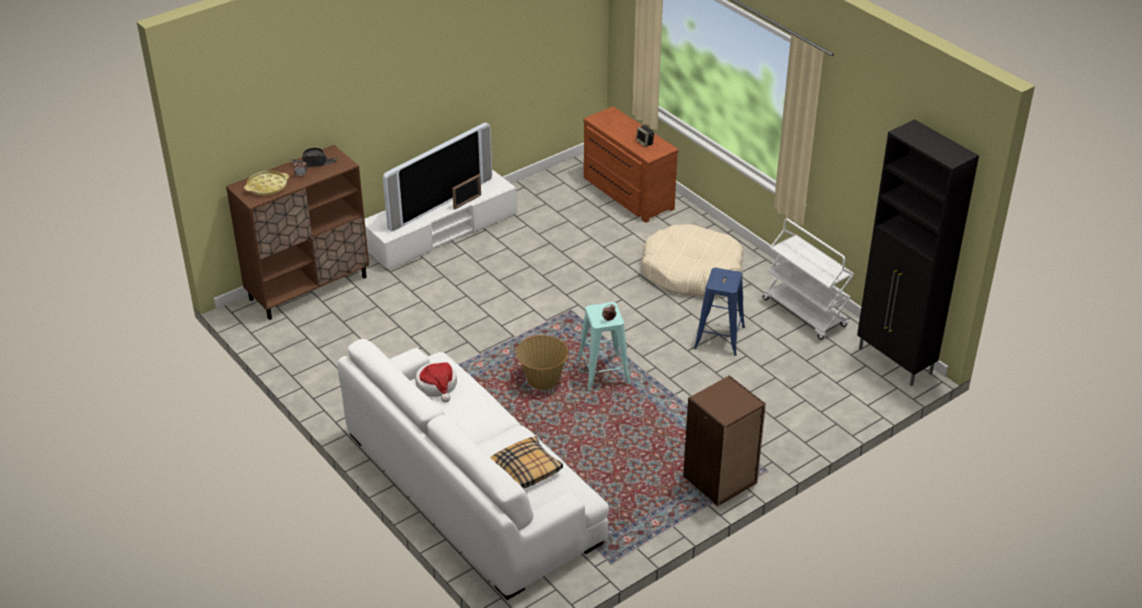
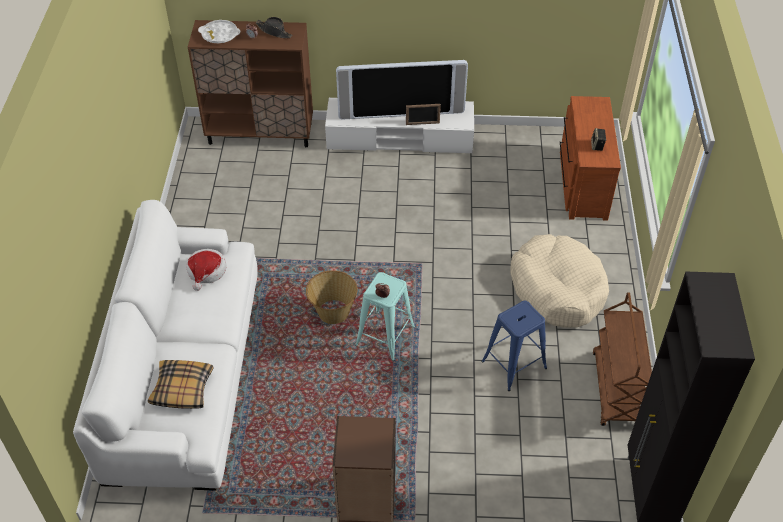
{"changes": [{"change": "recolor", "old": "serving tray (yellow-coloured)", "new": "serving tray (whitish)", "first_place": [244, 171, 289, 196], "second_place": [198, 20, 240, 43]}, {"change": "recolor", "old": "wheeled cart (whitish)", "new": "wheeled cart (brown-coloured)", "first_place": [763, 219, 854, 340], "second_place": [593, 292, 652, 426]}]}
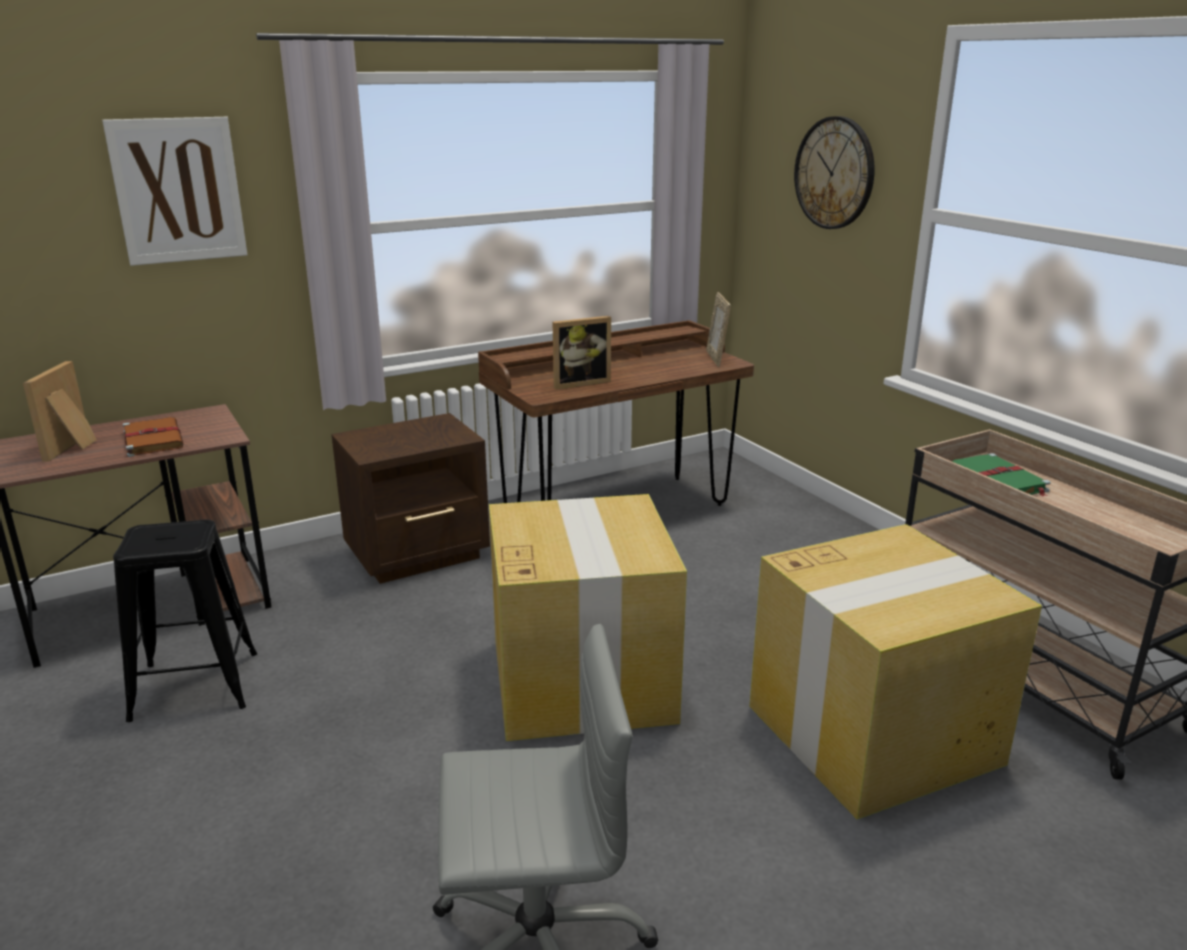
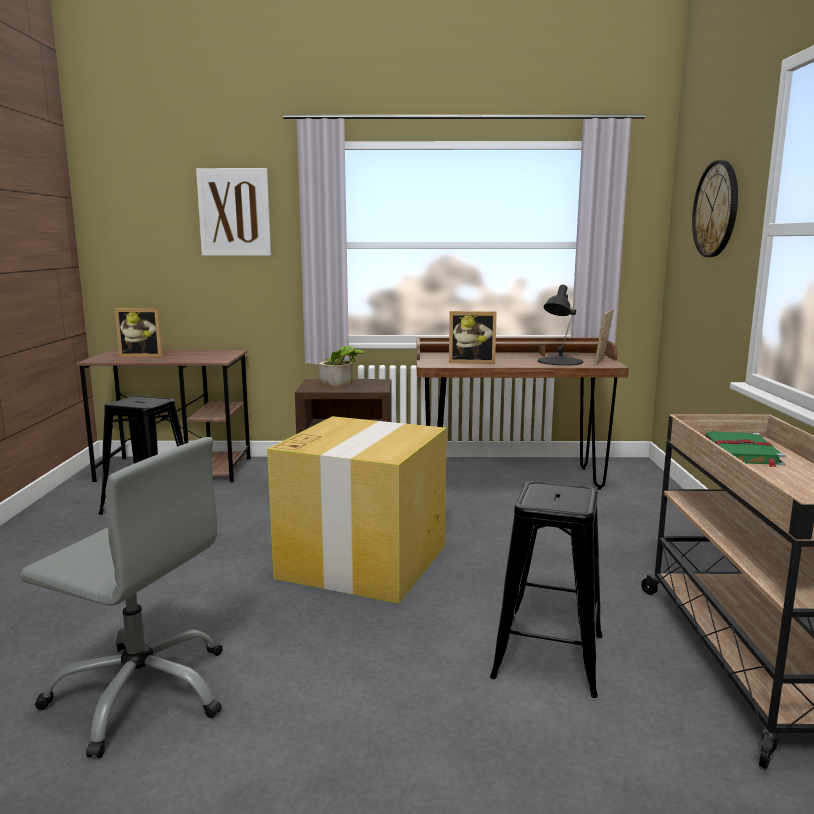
{"changes": [{"change": "delete", "old": "book (brown-coloured)", "first_place": [123, 417, 183, 457]}, {"change": "insert", "new": "houseplant", "second_place": [319, 345, 366, 387]}, {"change": "insert", "new": "lamp for a table (black)", "second_place": [538, 285, 583, 366]}, {"change": "replace", "old": "carton", "new": "sitting stool (black)", "first_place": [749, 524, 1042, 819], "second_place": [490, 481, 602, 698]}, {"change": "rotate", "old": "photo frame", "first_place": [23, 361, 97, 462], "second_place": [115, 308, 163, 357], "degrees": -120}]}
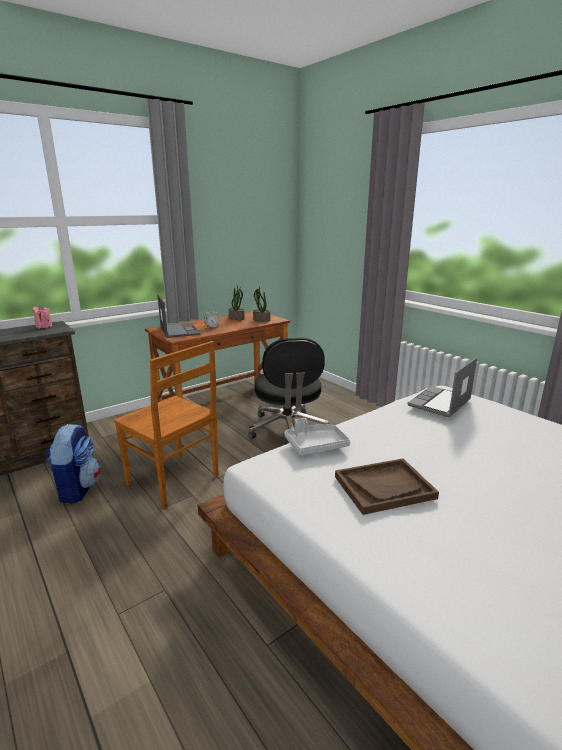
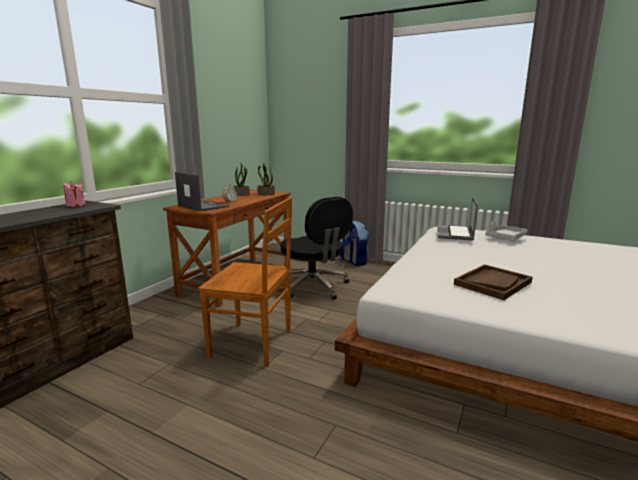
{"changes": [{"change": "move", "old": "backpack", "first_place": [45, 424, 101, 504], "second_place": [340, 221, 369, 266]}, {"change": "move", "old": "serving tray (gray)", "first_place": [284, 418, 350, 456], "second_place": [485, 222, 527, 241]}]}
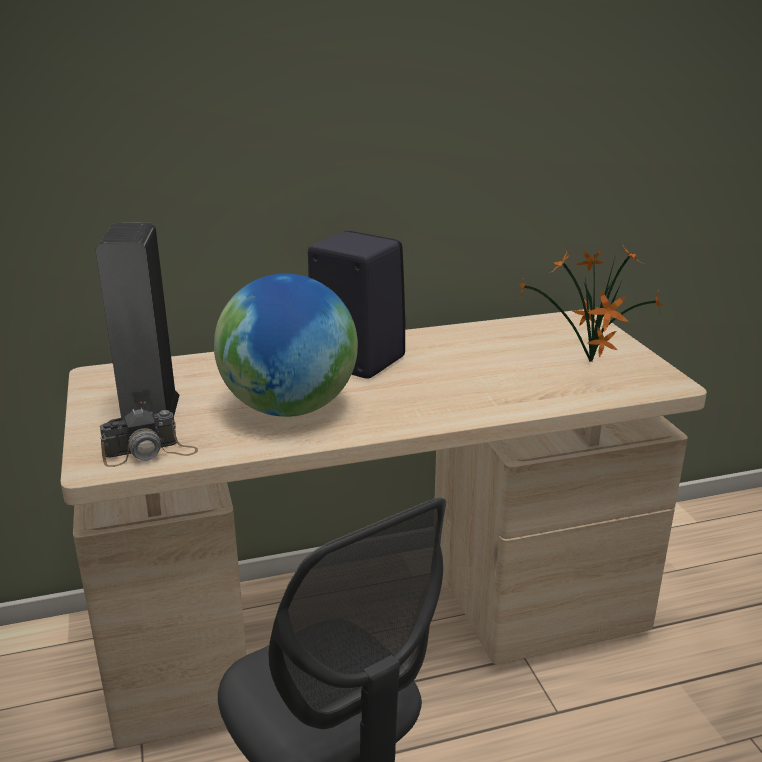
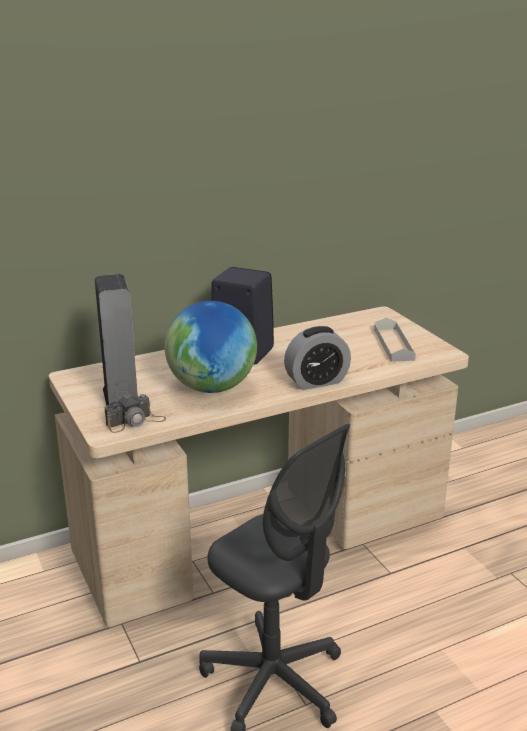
{"changes": [{"change": "insert", "new": "table clock", "second_place": [284, 326, 351, 390]}, {"change": "replace", "old": "houseplant", "new": "serving tray (gray)", "first_place": [519, 245, 663, 362], "second_place": [374, 318, 416, 362]}]}
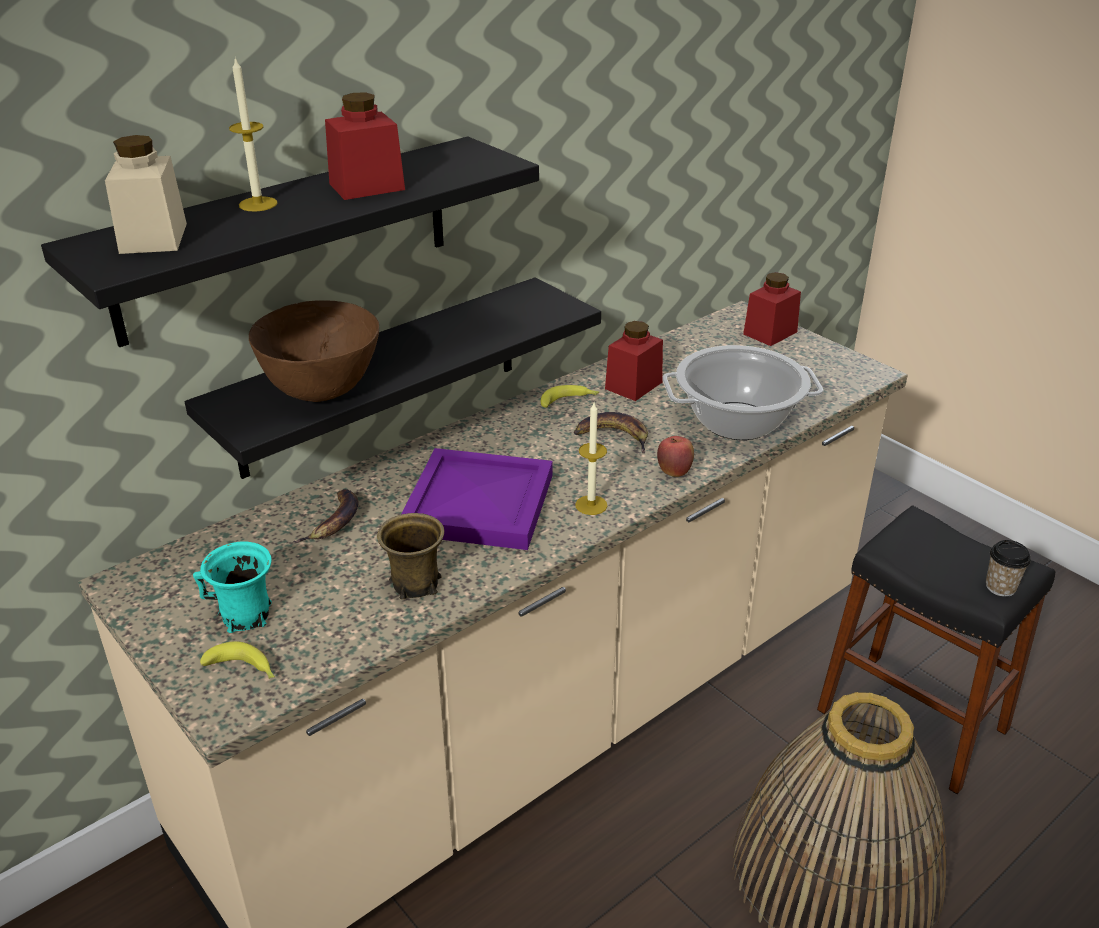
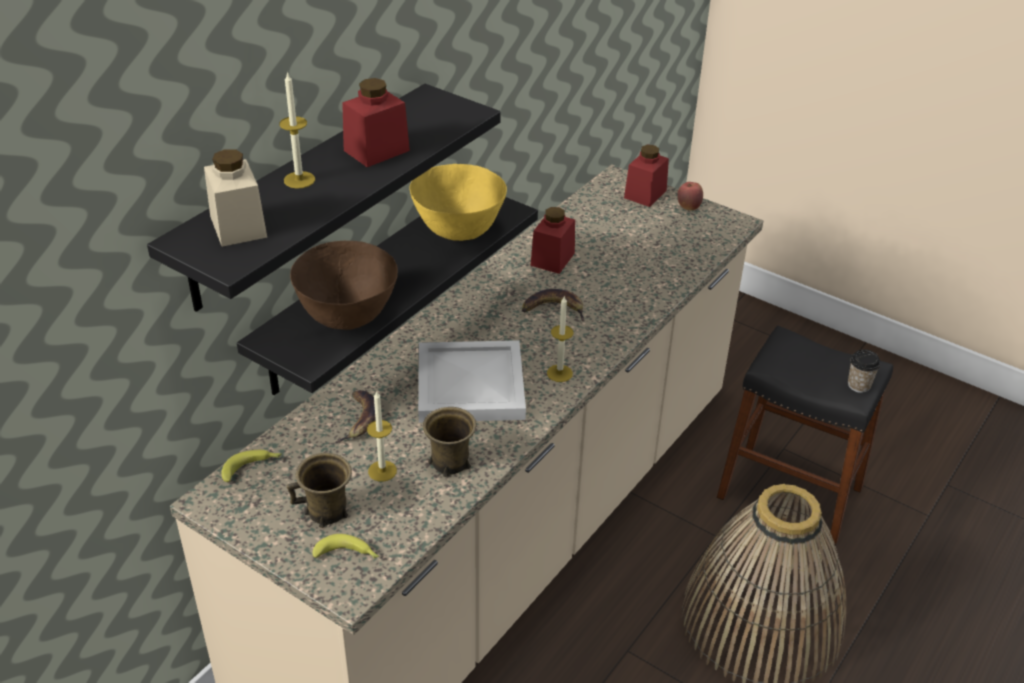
{"changes": [{"change": "delete", "old": "stockpot", "first_place": [662, 345, 823, 440]}, {"change": "insert", "new": "wax candle", "second_place": [367, 390, 397, 482]}, {"change": "insert", "new": "serving bowl (yellow-coloured)", "second_place": [409, 164, 507, 241]}, {"change": "move", "old": "whole banana", "first_place": [541, 385, 599, 408], "second_place": [222, 450, 281, 482]}, {"change": "move", "old": "apple", "first_place": [657, 436, 694, 477], "second_place": [677, 182, 703, 210]}, {"change": "recolor", "old": "coffee mug (blue-green)", "new": "coffee mug (brown-coloured)", "first_place": [193, 542, 272, 633], "second_place": [287, 453, 352, 528]}, {"change": "recolor", "old": "serving tray (purple-coloured)", "new": "serving tray (whitish)", "first_place": [401, 448, 553, 550], "second_place": [418, 340, 526, 422]}]}
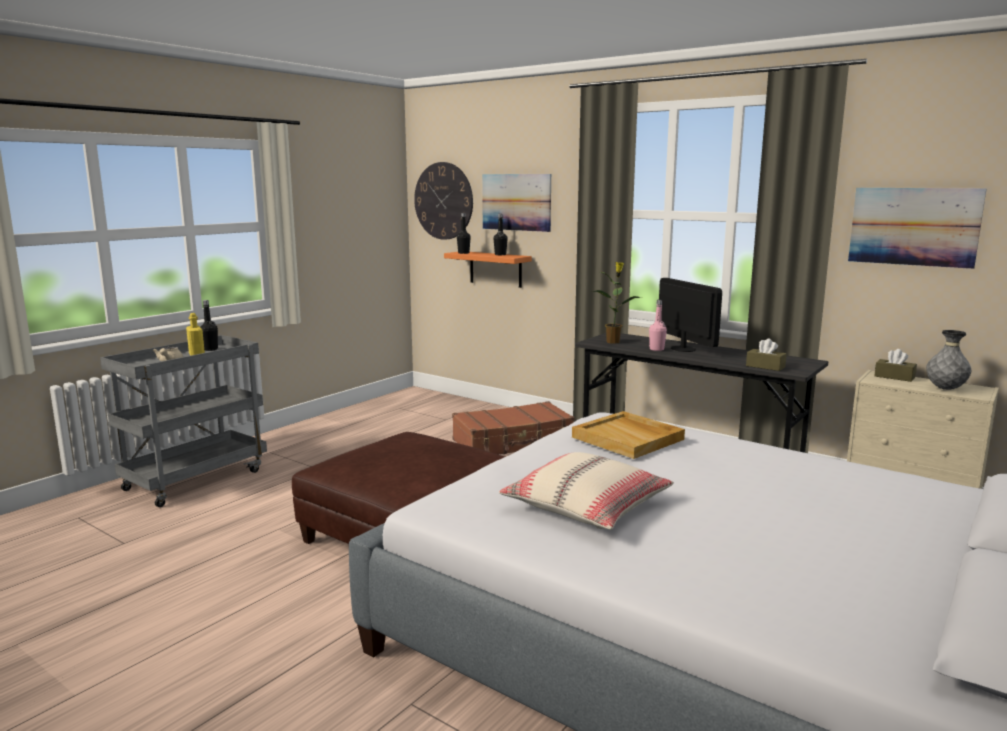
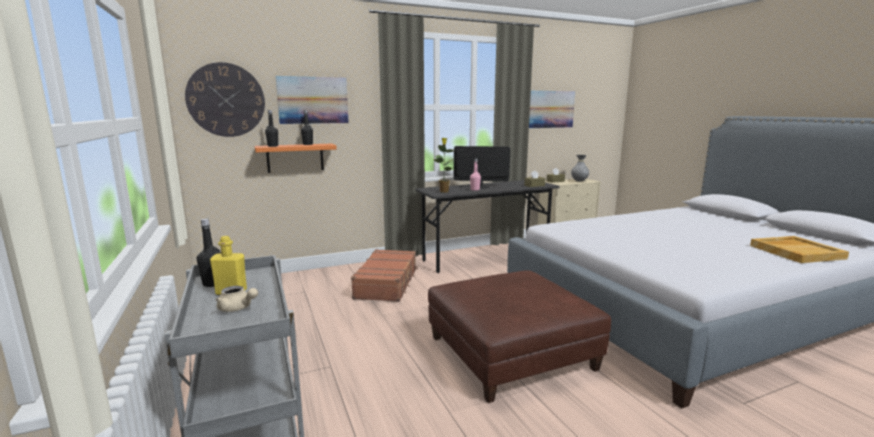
{"changes": [{"change": "delete", "old": "cushion (sand-coloured)", "first_place": [499, 452, 674, 530]}, {"change": "move", "old": "serving tray (sand-coloured)", "first_place": [572, 411, 685, 459], "second_place": [750, 236, 849, 263]}]}
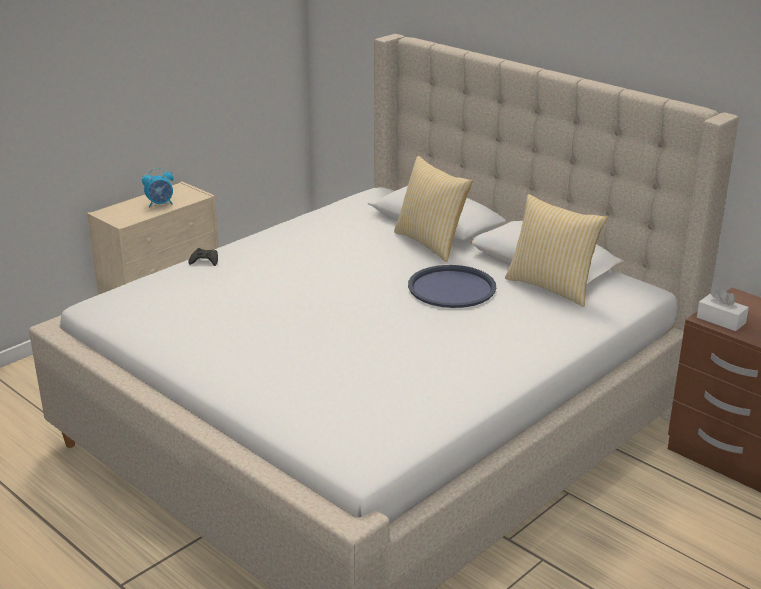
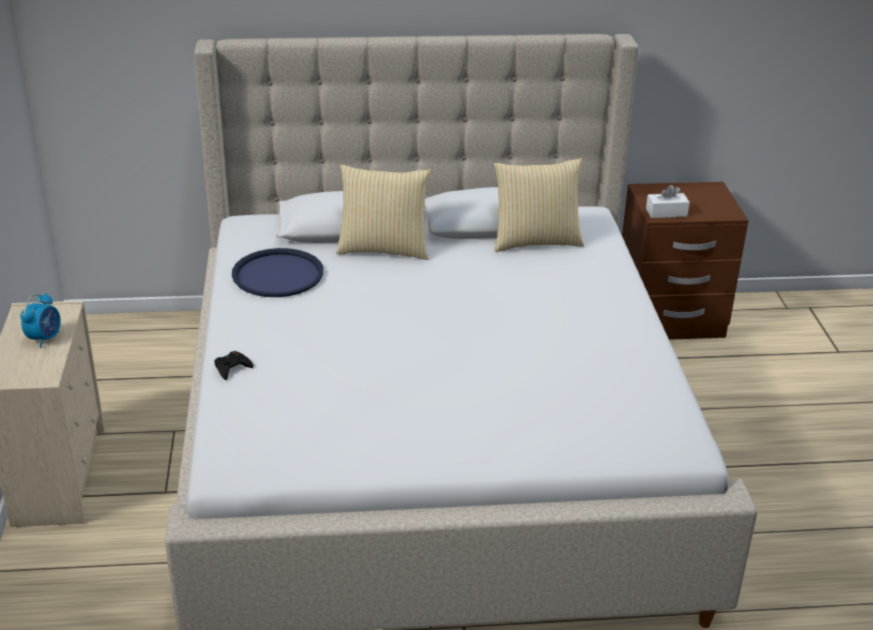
{"changes": [{"change": "move", "old": "serving tray (blue)", "first_place": [408, 265, 496, 308], "second_place": [232, 248, 324, 297]}]}
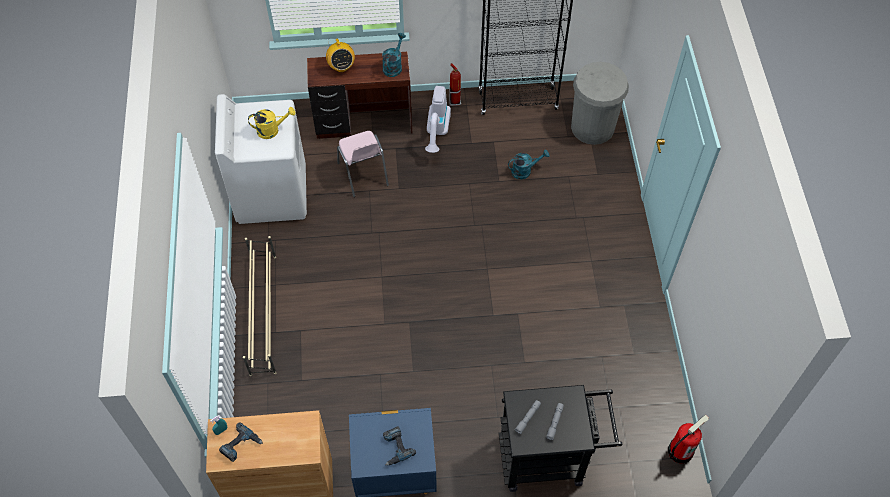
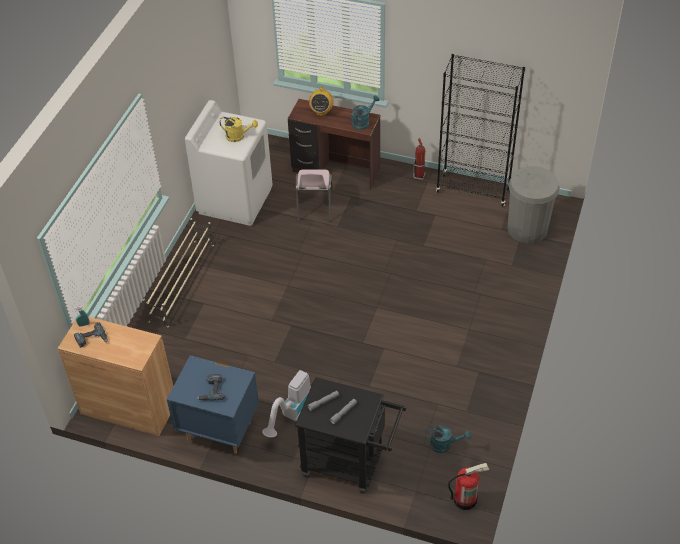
{"changes": [{"change": "move", "old": "vacuum cleaner", "first_place": [425, 86, 451, 153], "second_place": [262, 370, 311, 438]}, {"change": "move", "old": "sprinkling can (blue-green)", "first_place": [508, 150, 549, 179], "second_place": [425, 425, 471, 453]}]}
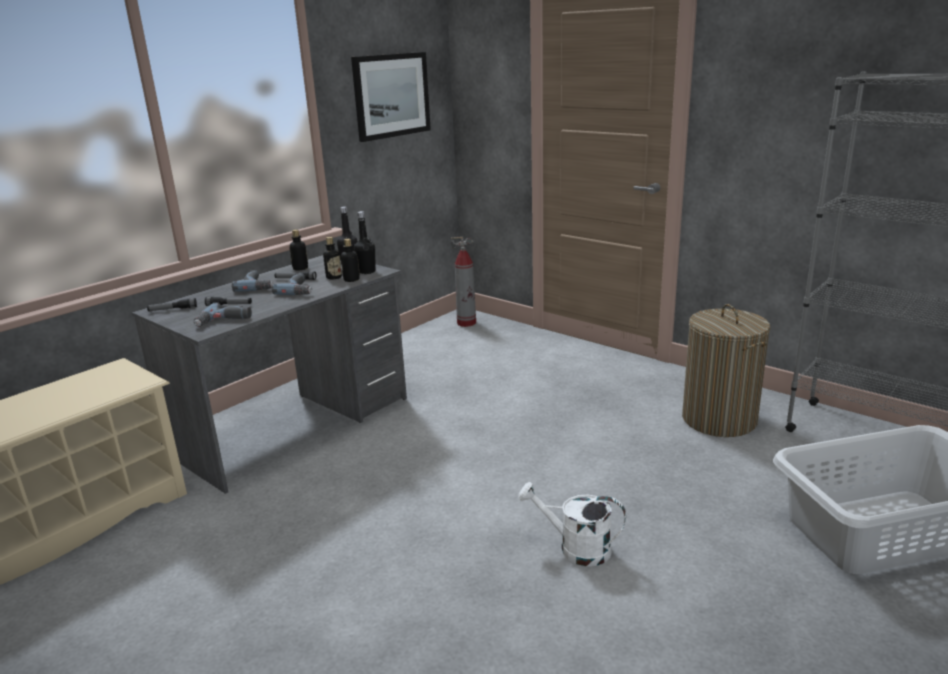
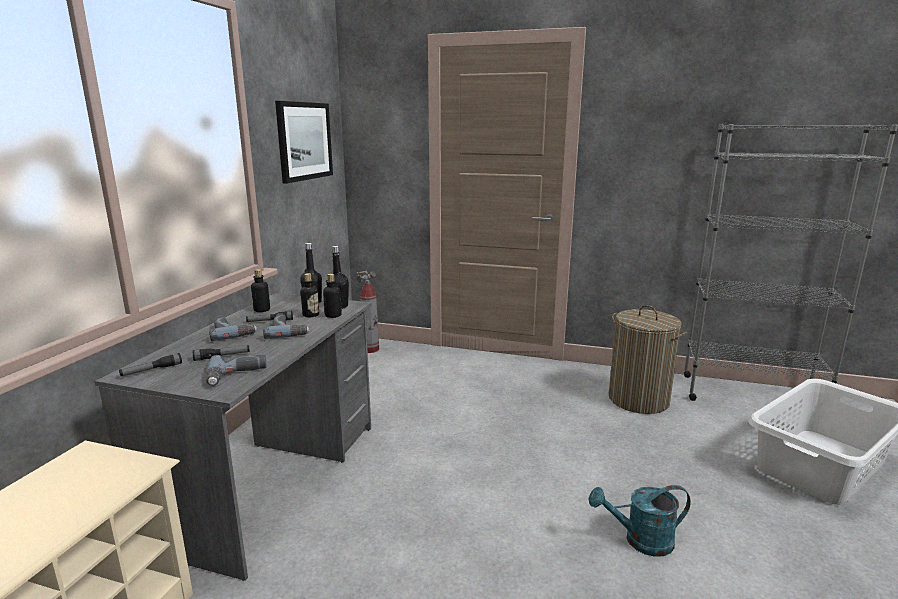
{"changes": [{"change": "recolor", "old": "sprinkling can (whitish)", "new": "sprinkling can (blue-green)", "first_place": [518, 482, 626, 566], "second_place": [589, 485, 691, 557]}]}
